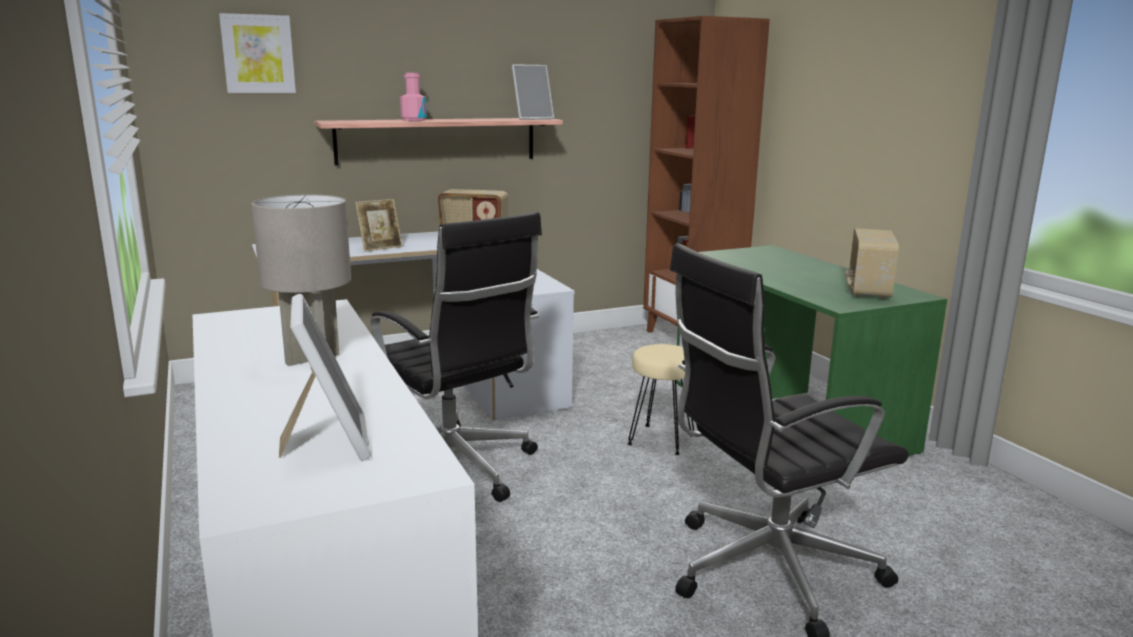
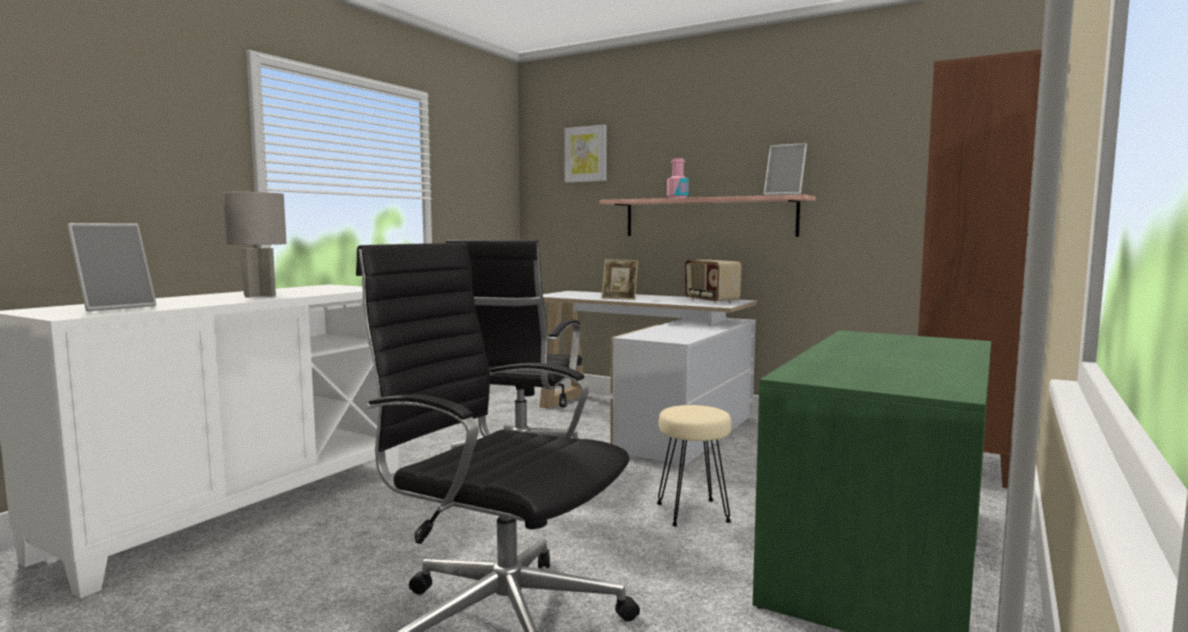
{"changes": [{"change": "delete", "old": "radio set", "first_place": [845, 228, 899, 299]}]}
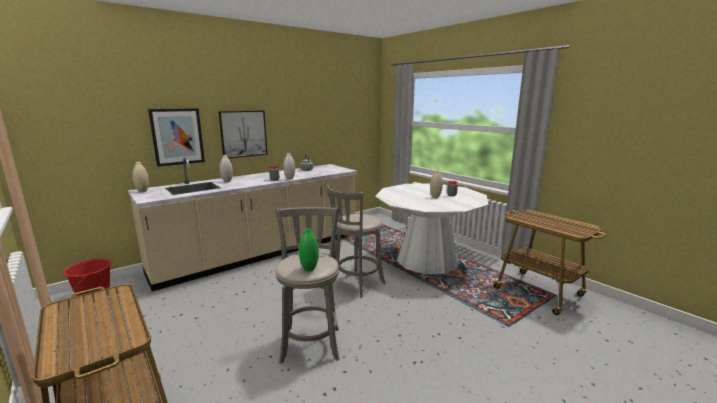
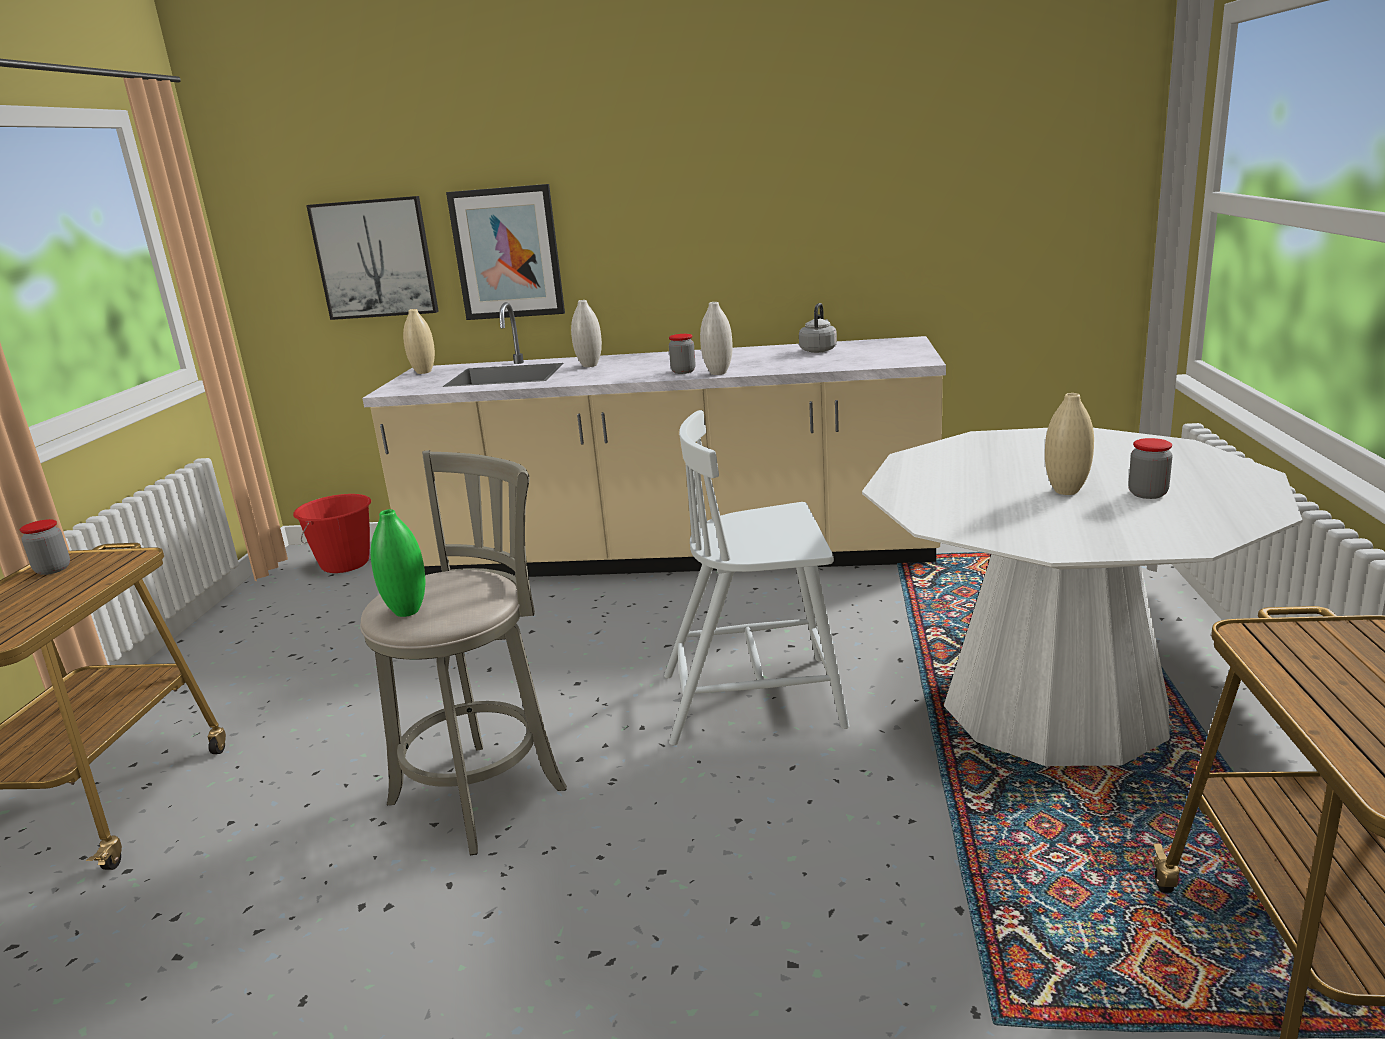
{"changes": [{"change": "insert", "new": "preserve jar", "second_place": [19, 519, 70, 575]}, {"change": "move", "old": "picture", "first_place": [218, 111, 268, 159], "second_place": [306, 196, 439, 320]}, {"change": "replace", "old": "sitting stool (gray)", "new": "chair (whitish)", "first_place": [326, 184, 386, 298], "second_place": [664, 410, 850, 745]}]}
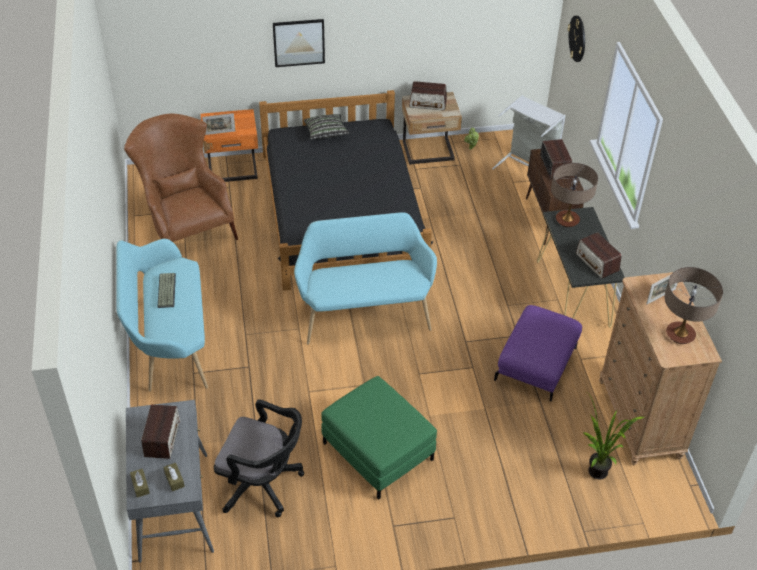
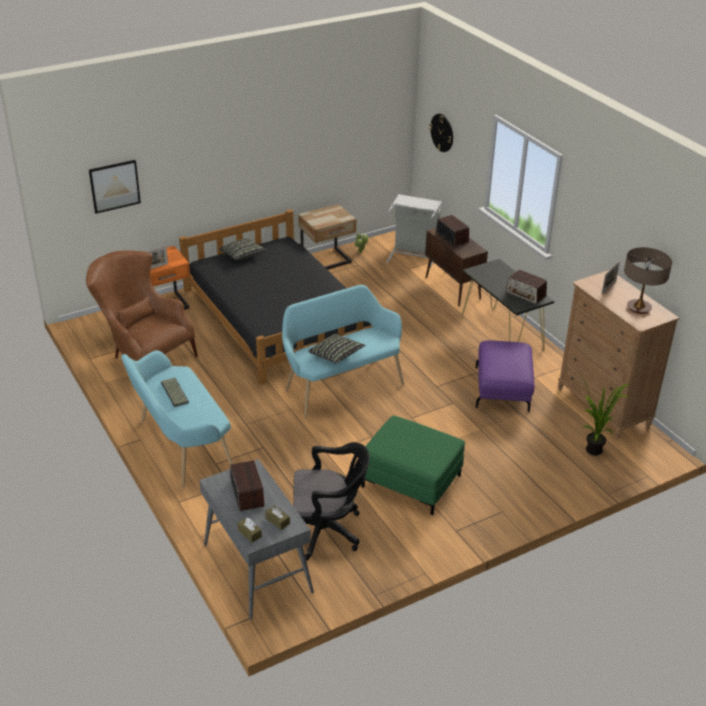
{"changes": [{"change": "delete", "old": "radio set", "first_place": [409, 81, 447, 110]}, {"change": "delete", "old": "lamp for a table", "first_place": [551, 163, 598, 227]}, {"change": "insert", "new": "cushion", "second_place": [308, 334, 365, 364]}, {"change": "move", "old": "picture", "first_place": [273, 19, 325, 67], "second_place": [89, 160, 141, 214]}]}
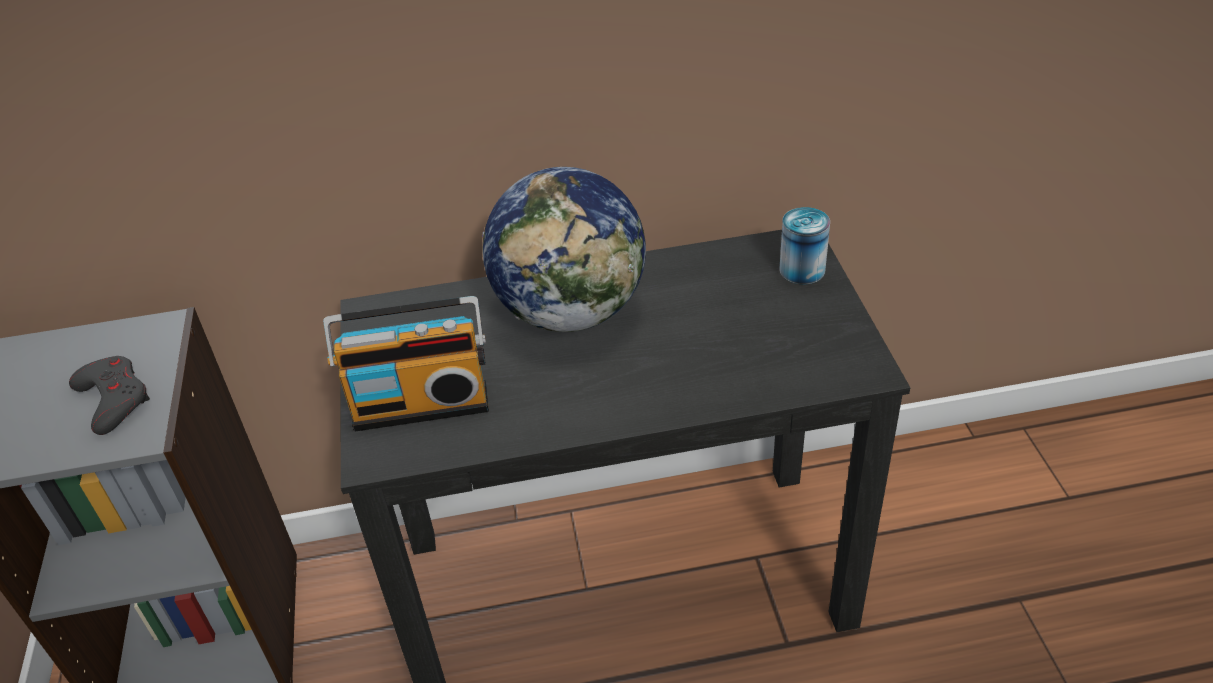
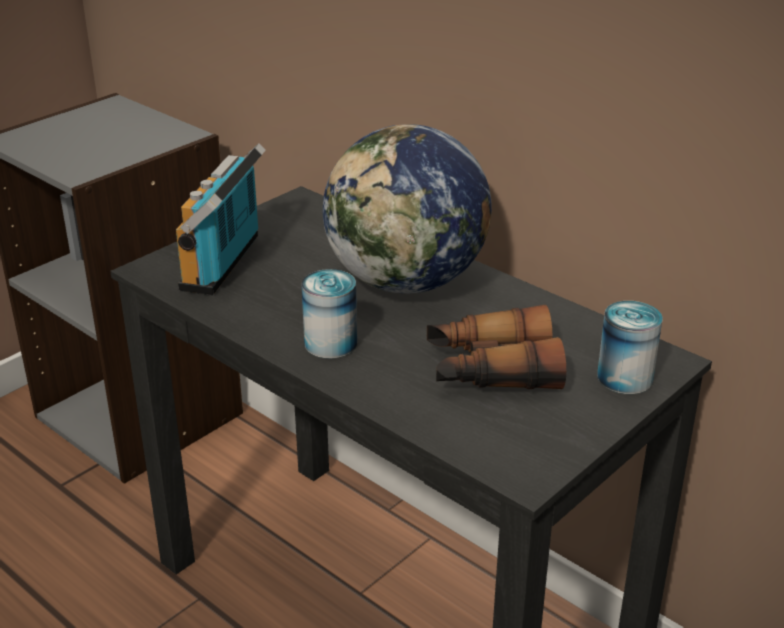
{"changes": [{"change": "delete", "old": "game controller (gray)", "first_place": [69, 356, 150, 435]}, {"change": "insert", "new": "can", "second_place": [301, 269, 357, 358]}, {"change": "insert", "new": "field glasses", "second_place": [427, 305, 566, 389]}, {"change": "rotate", "old": "radio set", "first_place": [323, 296, 489, 431], "second_place": [176, 143, 266, 295], "degrees": 60}]}
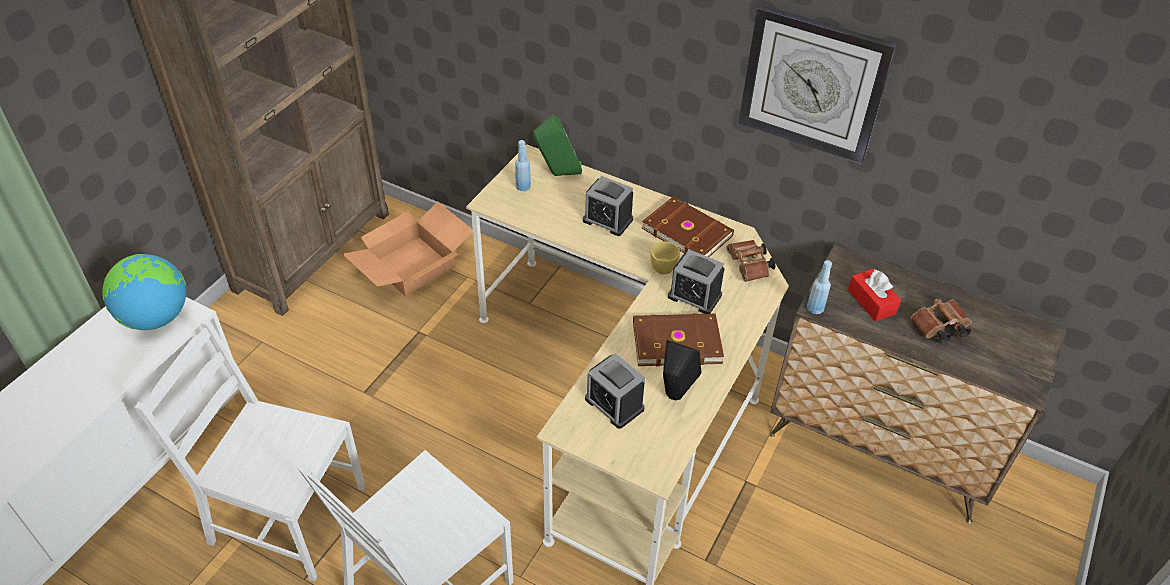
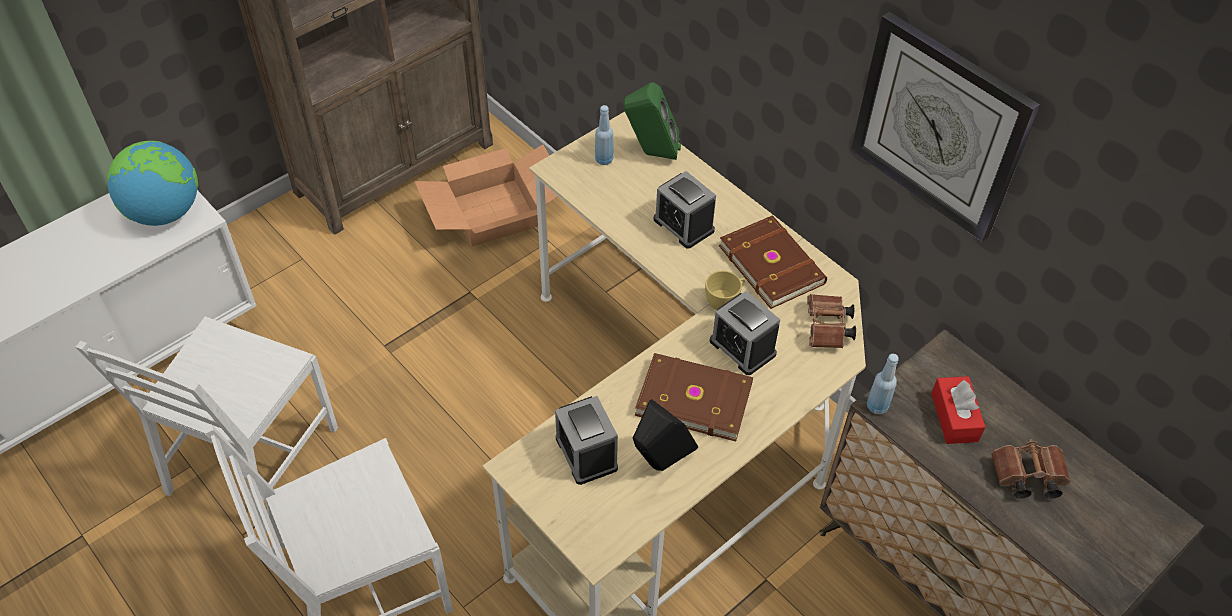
{"changes": [{"change": "rotate", "old": "chair (whitish)", "first_place": [134, 319, 366, 582], "second_place": [76, 317, 338, 532], "degrees": -105}]}
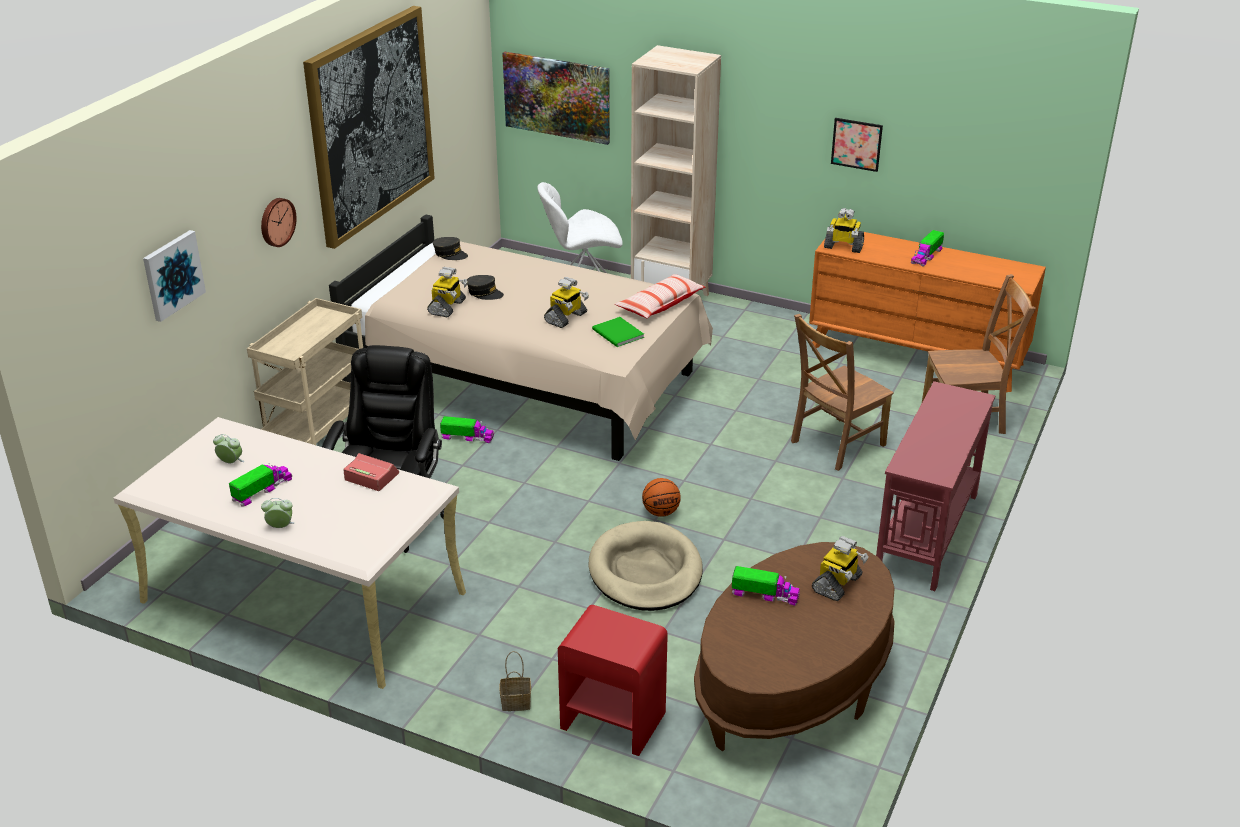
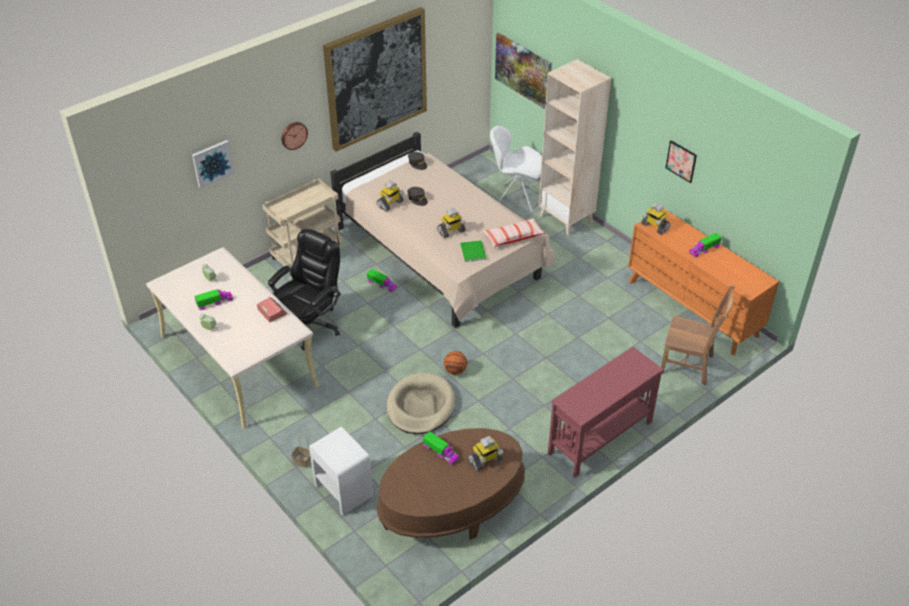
{"changes": [{"change": "delete", "old": "chair (brown-coloured)", "first_place": [791, 314, 894, 471]}, {"change": "recolor", "old": "nightstand (red)", "new": "nightstand (whitish)", "first_place": [558, 605, 668, 756], "second_place": [309, 427, 373, 515]}]}
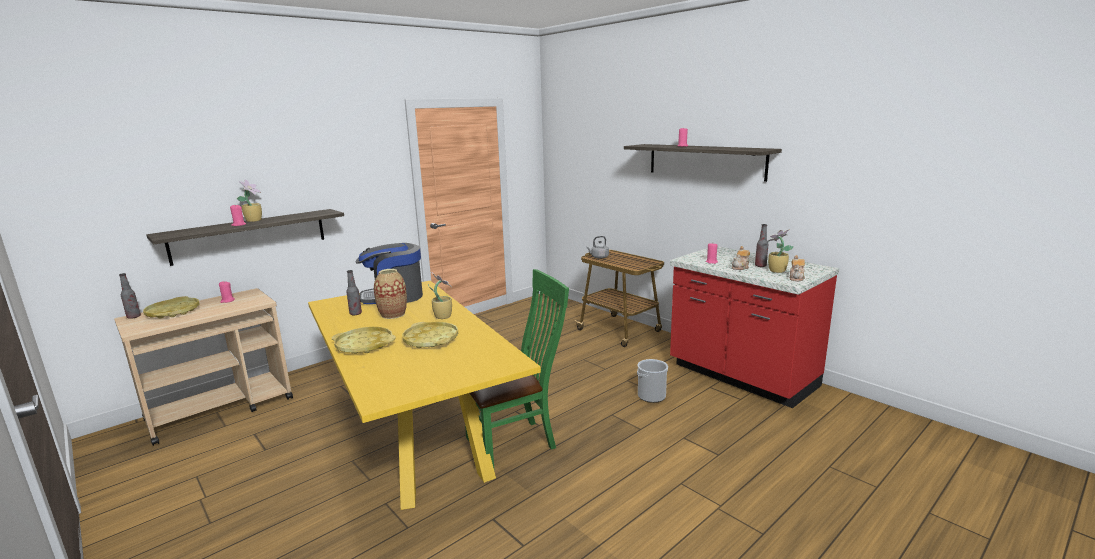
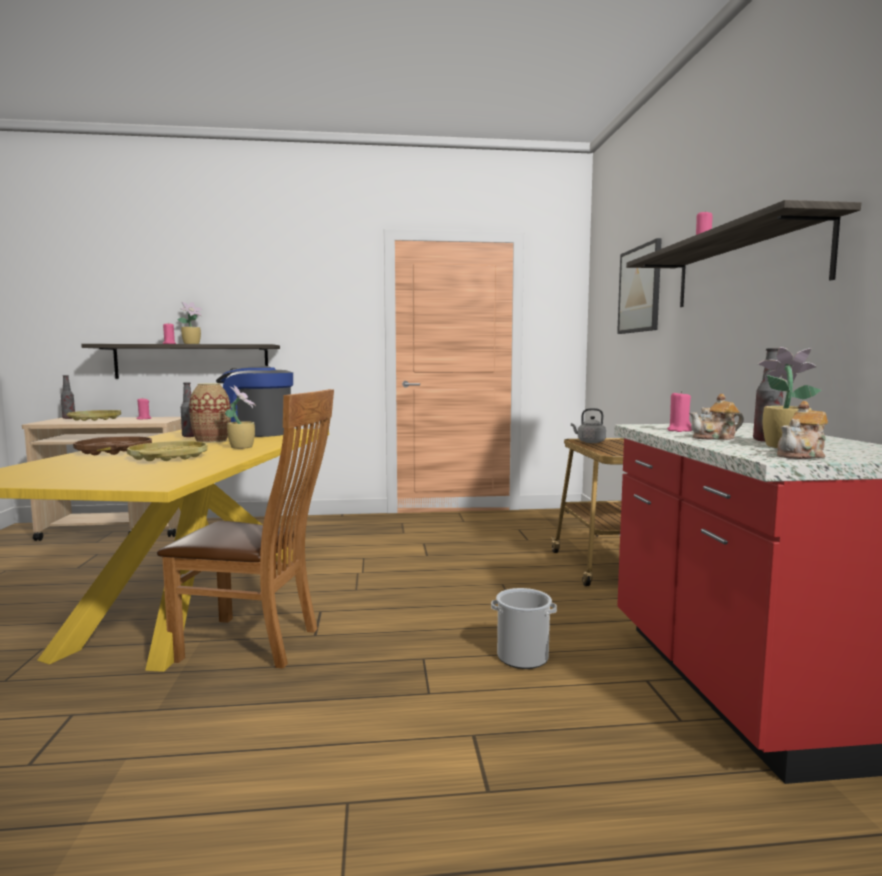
{"changes": [{"change": "insert", "new": "picture", "second_place": [617, 238, 662, 334]}, {"change": "recolor", "old": "serving tray (yellow-coloured)", "new": "serving tray (brown-coloured)", "first_place": [332, 327, 396, 354], "second_place": [73, 436, 152, 455]}, {"change": "recolor", "old": "chair (green-coloured)", "new": "chair (brown-coloured)", "first_place": [465, 269, 569, 468], "second_place": [157, 389, 334, 669]}]}
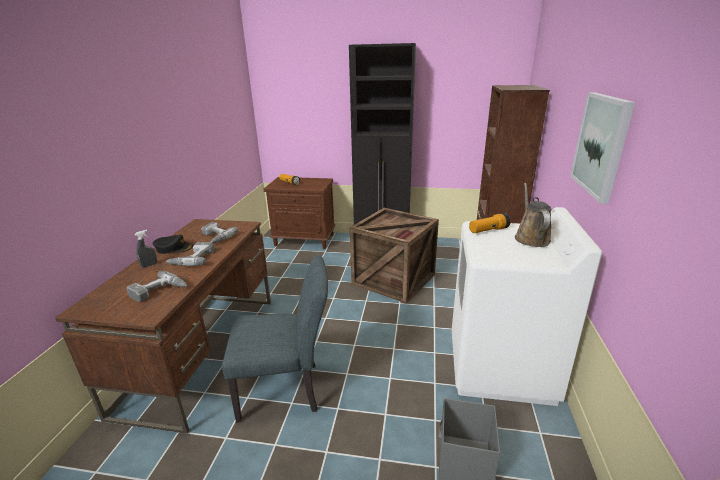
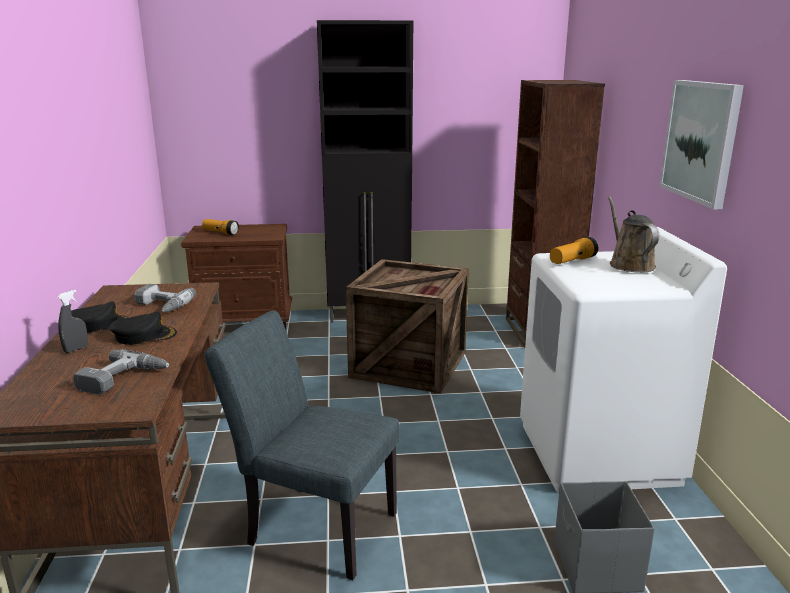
{"changes": [{"change": "replace", "old": "electric drill", "new": "peaked cap (black)", "first_place": [166, 242, 214, 266], "second_place": [109, 312, 177, 345]}, {"change": "rotate", "old": "chair (gray)", "first_place": [222, 256, 328, 423], "second_place": [204, 311, 400, 580], "degrees": -135}]}
